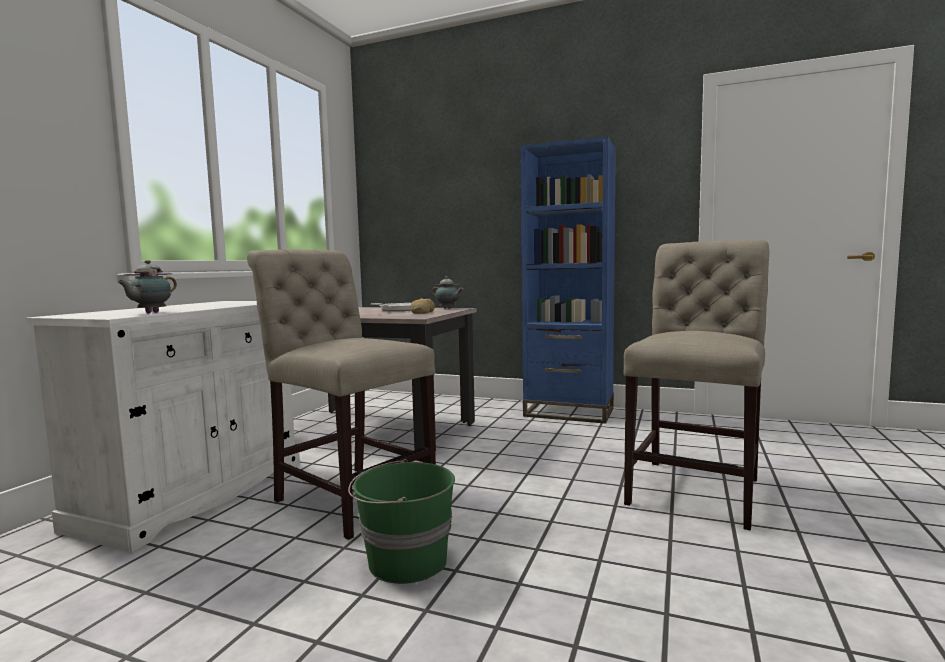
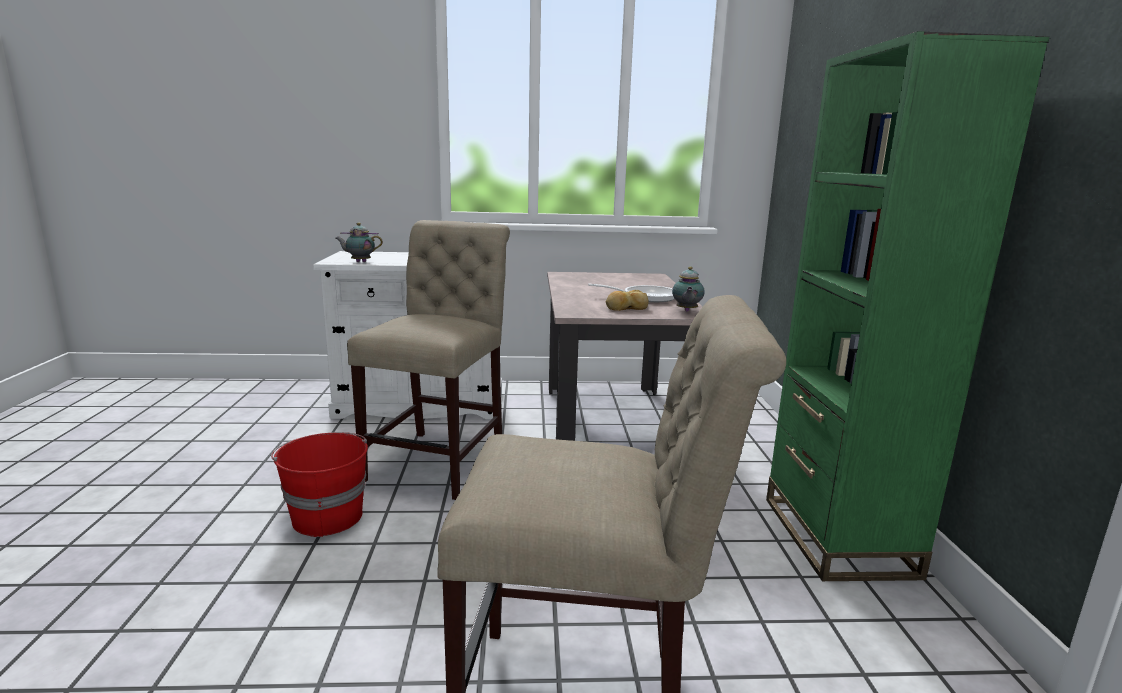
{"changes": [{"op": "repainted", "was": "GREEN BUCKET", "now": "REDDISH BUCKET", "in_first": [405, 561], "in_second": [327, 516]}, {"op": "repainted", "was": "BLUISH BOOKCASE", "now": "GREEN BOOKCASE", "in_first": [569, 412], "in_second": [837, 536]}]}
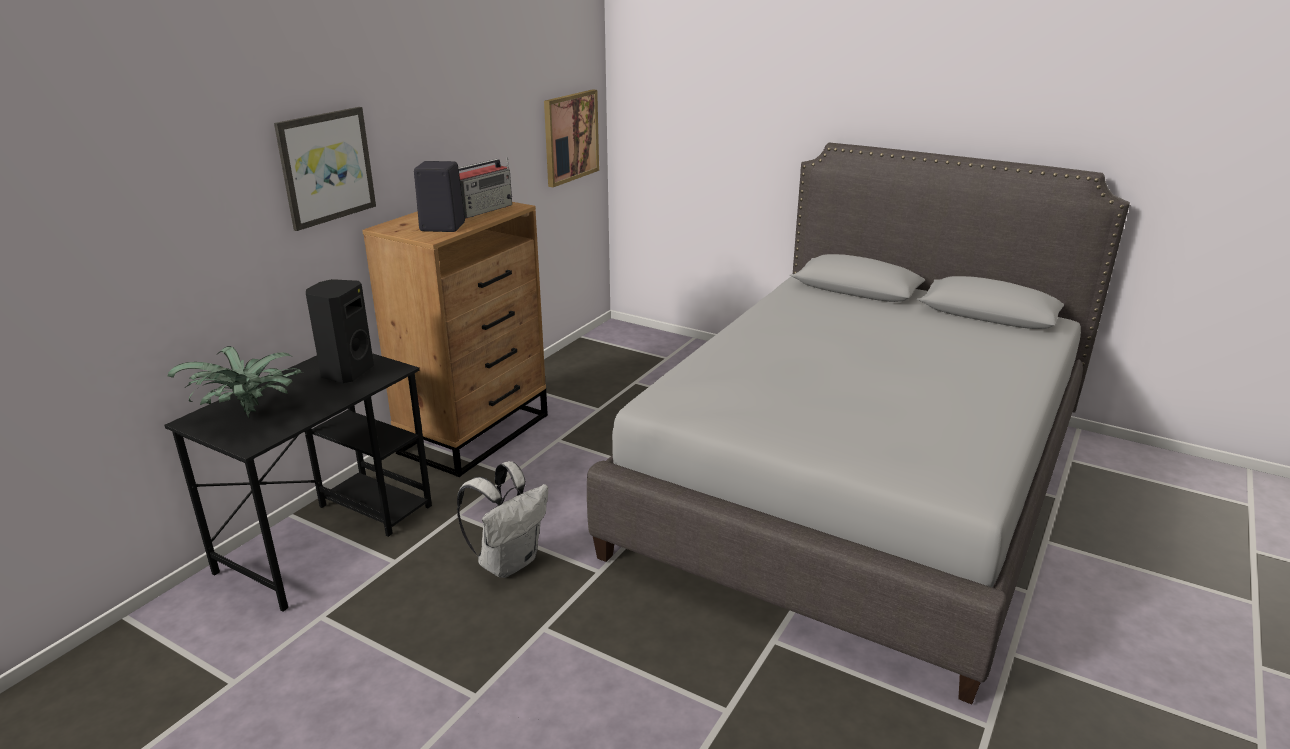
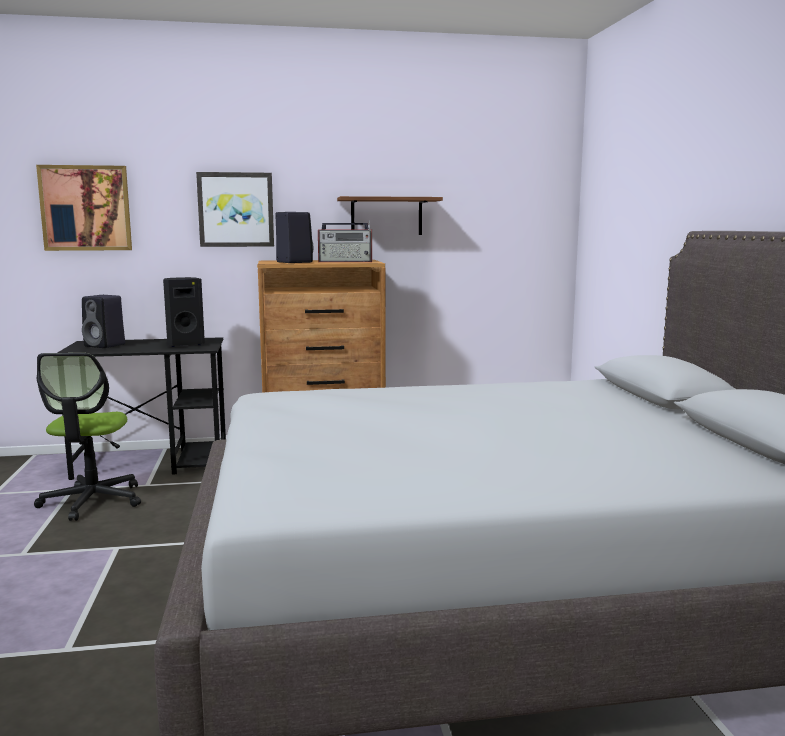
{"changes": [{"op": "gone", "was": "WHITISH KNAPSACK", "in_first": [509, 561]}, {"op": "new", "now": "DESK CHAIR", "in_second": [92, 501]}, {"op": "new", "now": "BRACKET SHELF", "in_second": [386, 216]}, {"op": "shifted", "was": "PICTURE", "in_first": [570, 137], "in_second": [86, 208]}, {"op": "swapped", "was": "PLANT IN A POT", "now": "BLACKISH LOUDSPEAKER", "in_first": [251, 415], "in_second": [106, 345]}]}
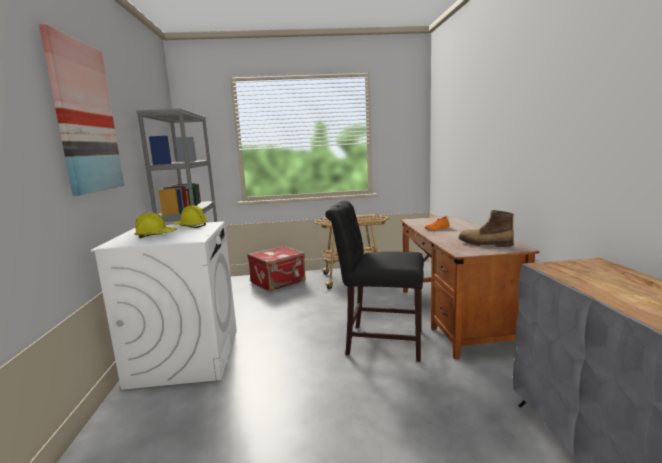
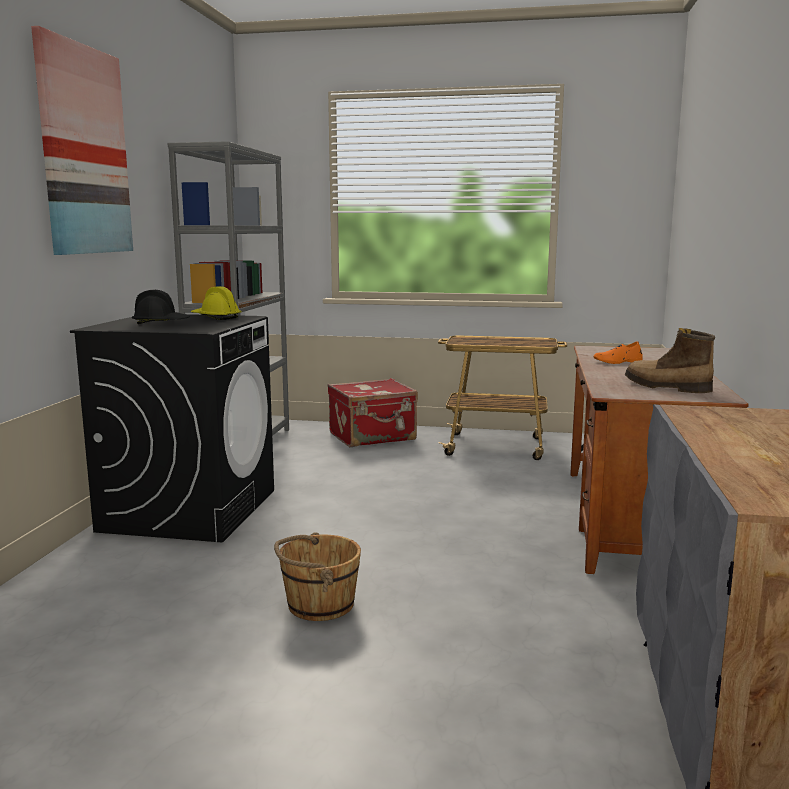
{"changes": [{"op": "gone", "was": "BLACKISH UPRIGHT CHAIR", "in_first": [379, 341]}, {"op": "new", "now": "BROWN-COLOURED BUCKET", "in_second": [319, 604]}, {"op": "repainted", "was": "WHITISH LAUNDRY MACHINE", "now": "BLACKISH LAUNDRY MACHINE", "in_first": [186, 356], "in_second": [190, 509]}, {"op": "repainted", "was": "YELLOWISH SAFETY HELMET", "now": "BLACKISH SAFETY HELMET", "in_first": [156, 235], "in_second": [161, 323]}]}
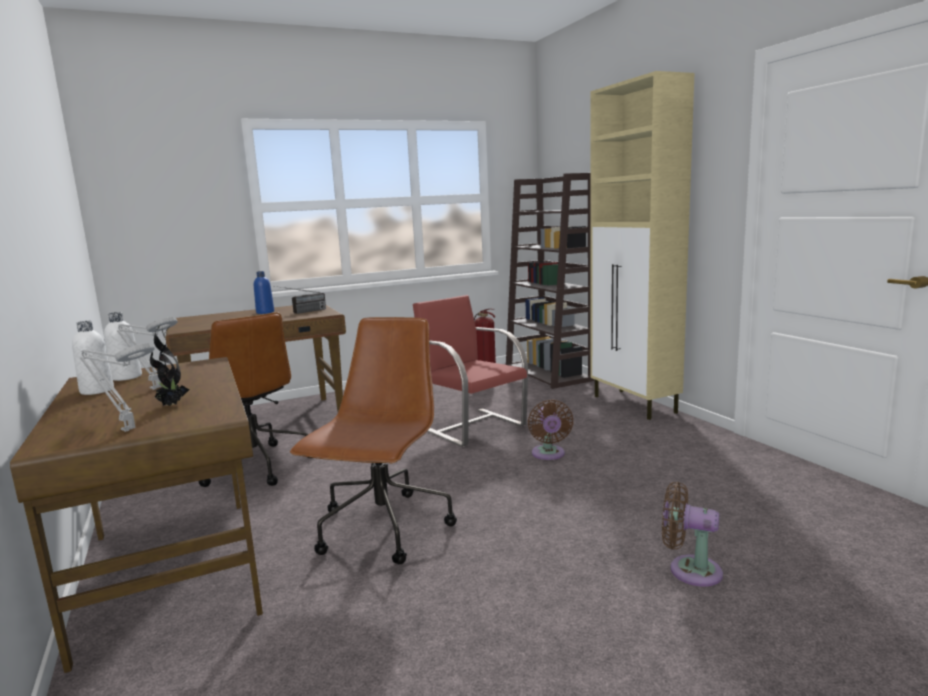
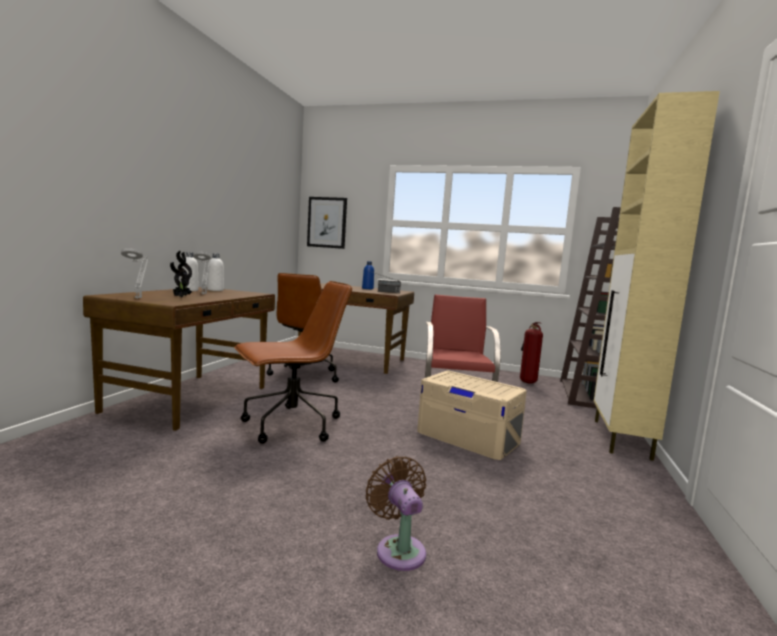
{"changes": [{"op": "new", "now": "PICTURE", "in_second": [327, 222]}, {"op": "swapped", "was": "BROWN-COLOURED COOLING FAN", "now": "BEIGE-COLOURED STORAGE CONTAINER", "in_first": [548, 454], "in_second": [468, 437]}]}
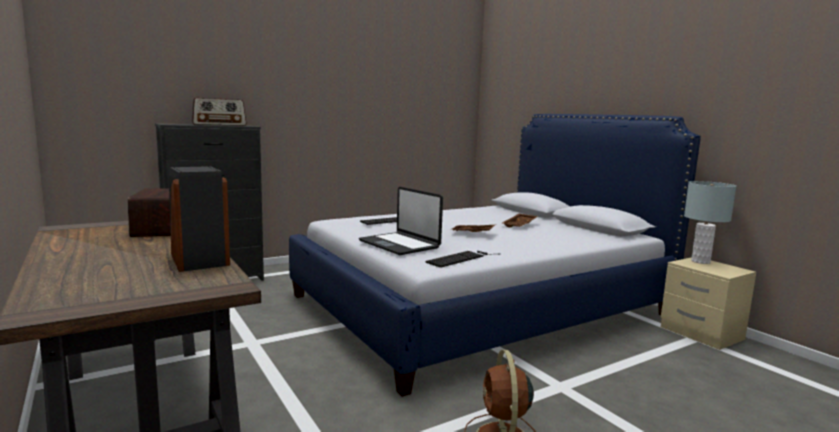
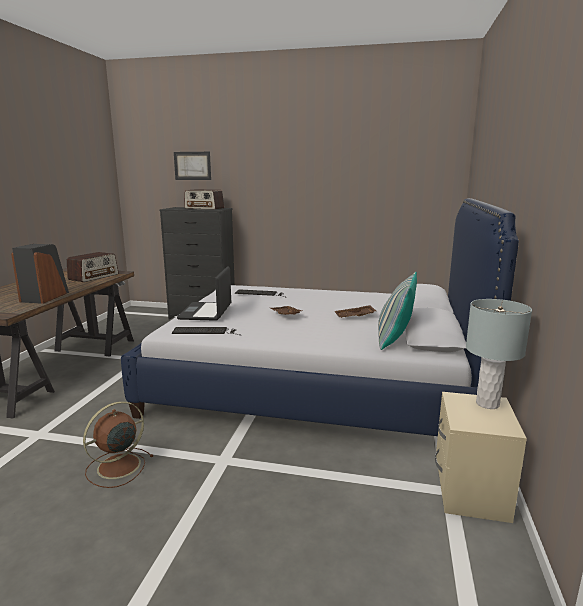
{"changes": [{"op": "new", "now": "PICTURE", "in_second": [192, 166]}, {"op": "new", "now": "THROW PILLOW", "in_second": [394, 340]}]}
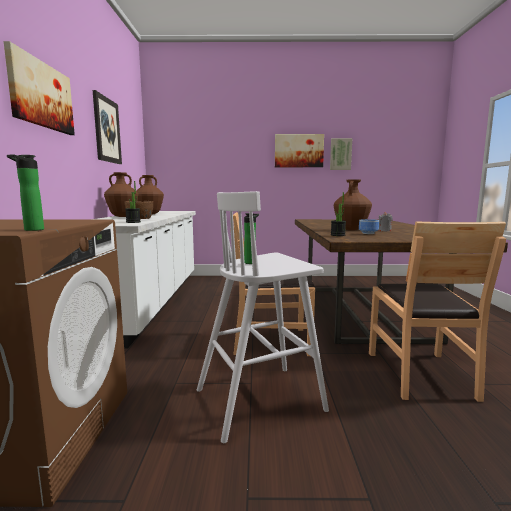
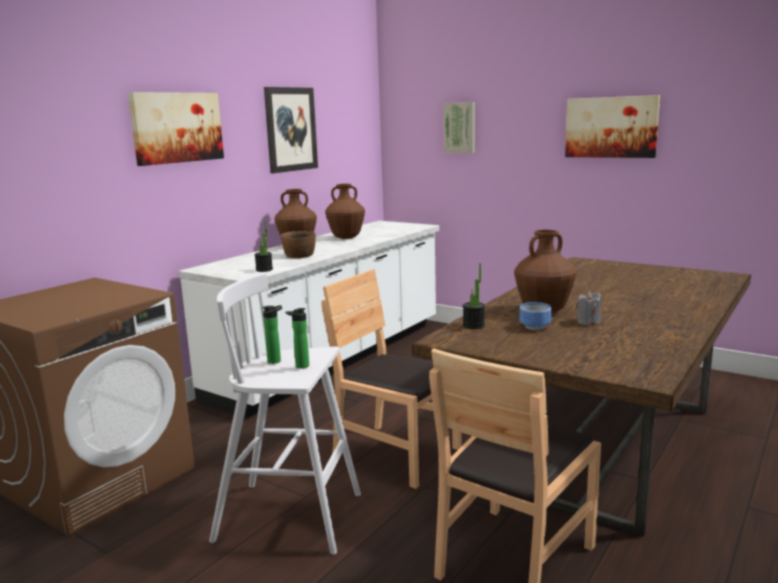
{"changes": [{"op": "shifted", "was": "BEVERAGE BOTTLE", "in_first": [31, 230], "in_second": [300, 366]}, {"op": "shifted", "was": "PICTURE", "in_first": [340, 154], "in_second": [460, 127]}]}
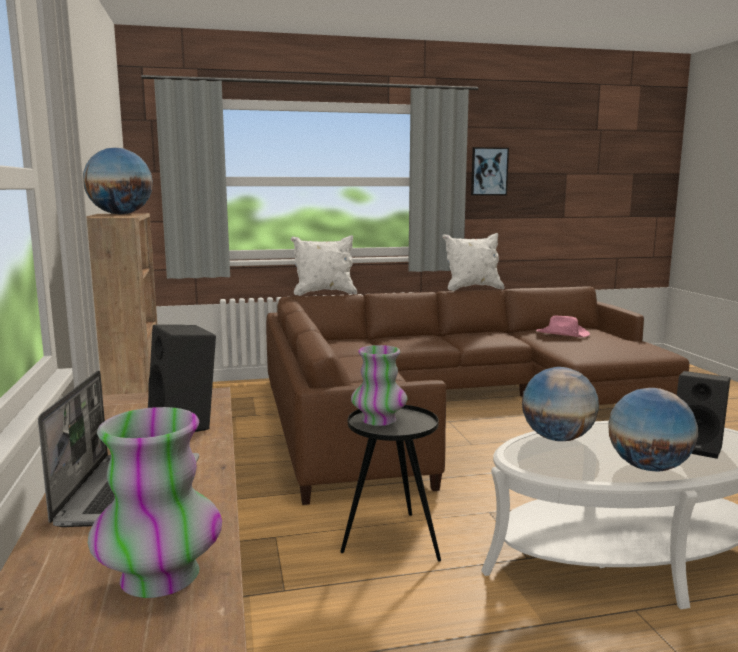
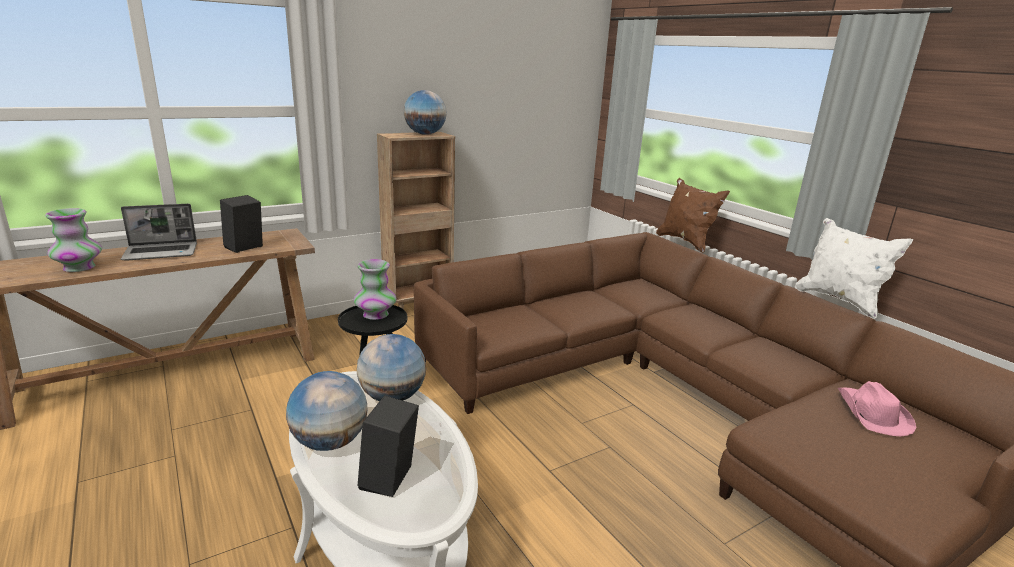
{"changes": [{"op": "gone", "was": "PICTURE", "in_first": [489, 171]}, {"op": "repainted", "was": "WHITISH THROW PILLOW", "now": "BROWN-COLOURED THROW PILLOW", "in_first": [324, 293], "in_second": [685, 242]}]}
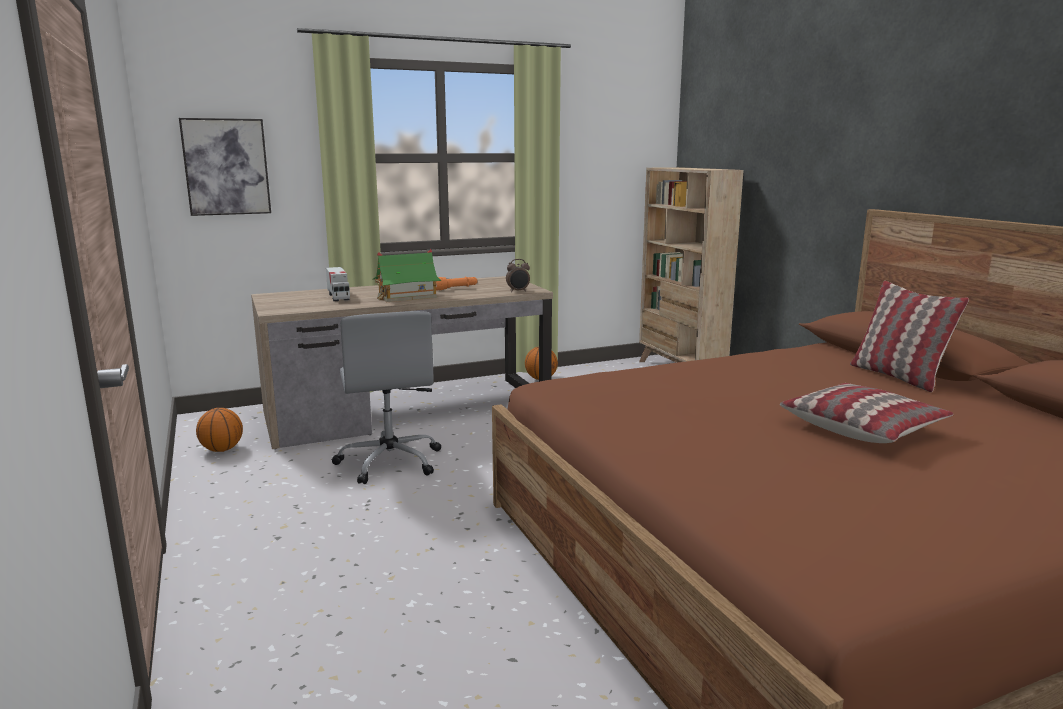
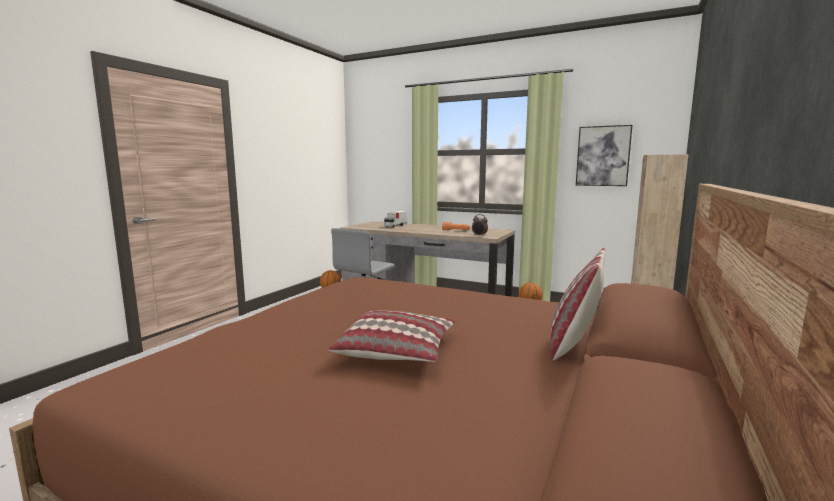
{"changes": [{"op": "gone", "was": "TOY HOUSE", "in_first": [406, 297]}, {"op": "shifted", "was": "PICTURE", "in_first": [226, 167], "in_second": [603, 156]}]}
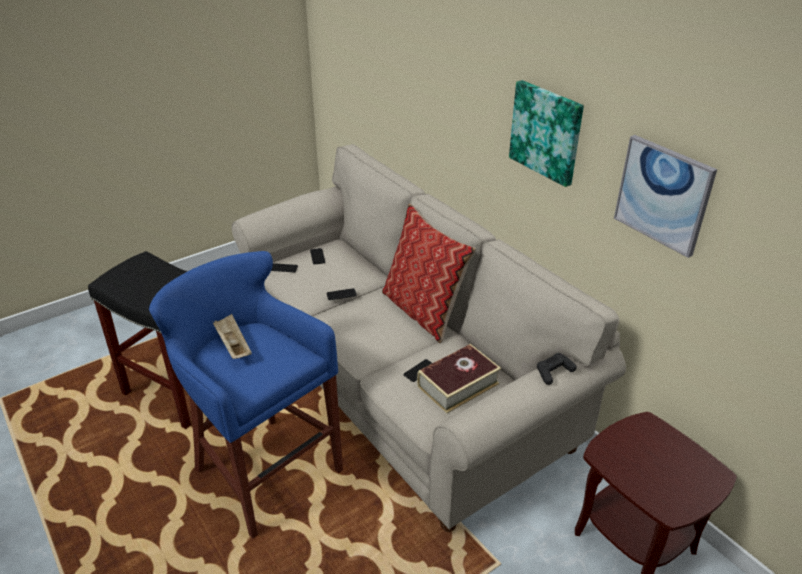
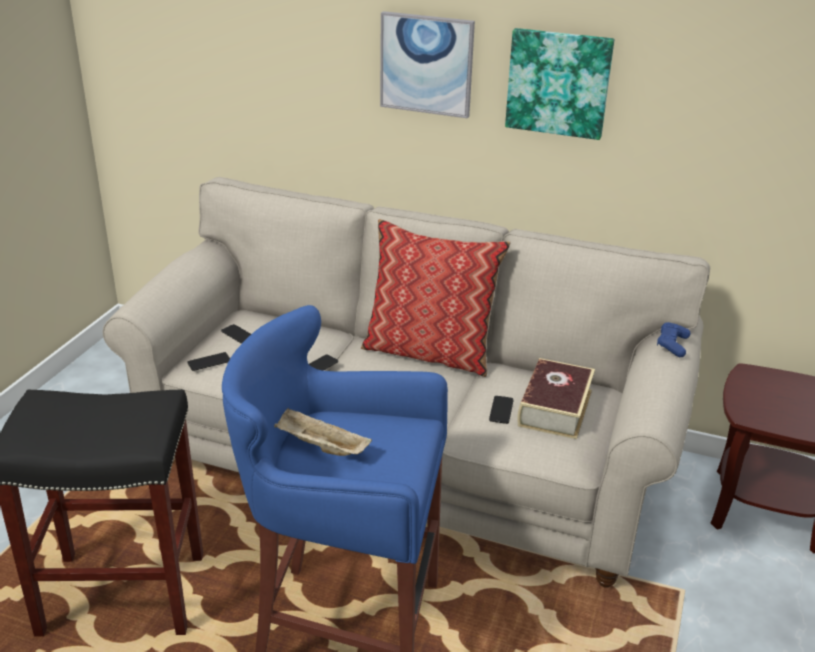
{"changes": [{"op": "shifted", "was": "PICTURE", "in_first": [663, 194], "in_second": [426, 64]}, {"op": "repainted", "was": "BLACKISH JOYPAD", "now": "BLUISH JOYPAD", "in_first": [554, 372], "in_second": [672, 345]}]}
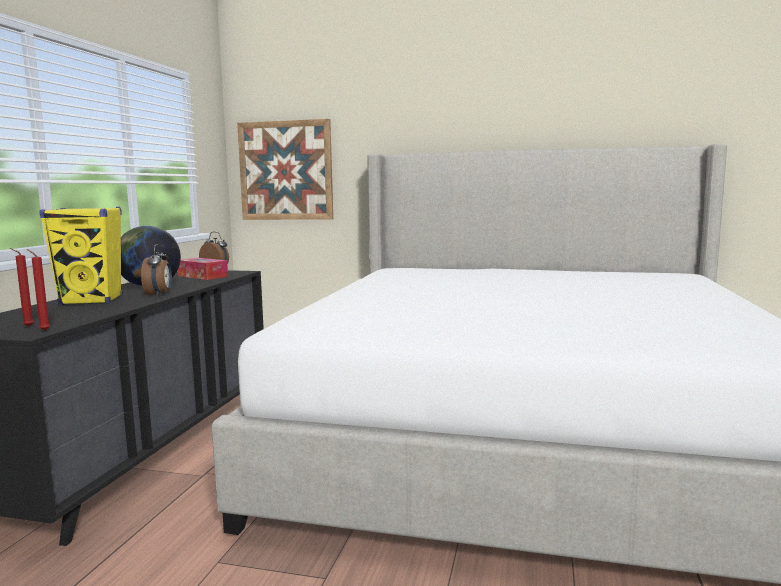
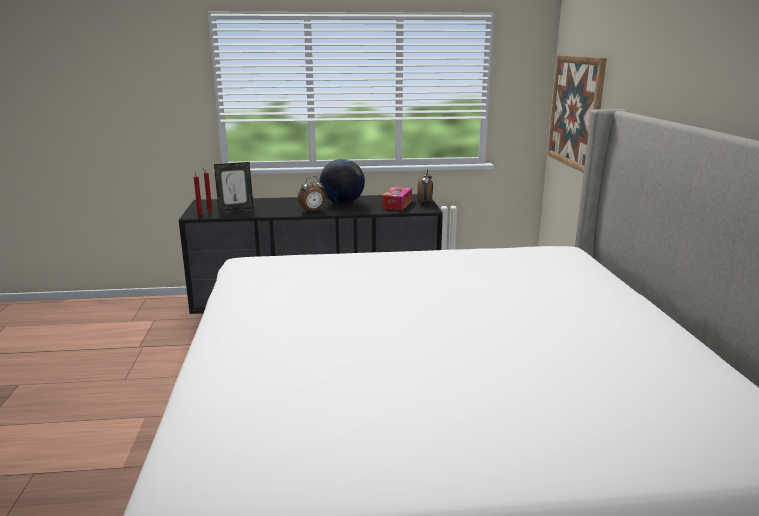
{"changes": [{"op": "gone", "was": "YELLOWISH LOUDSPEAKER", "in_first": [92, 301]}, {"op": "new", "now": "PICTURE FRAME", "in_second": [235, 209]}]}
